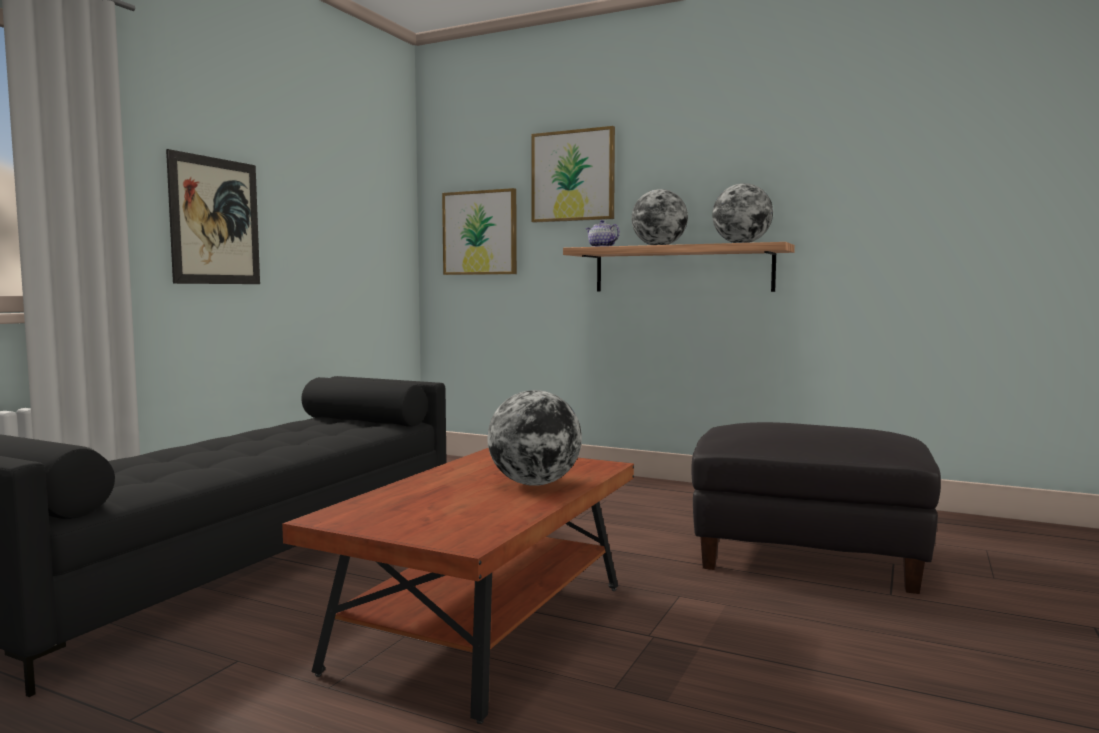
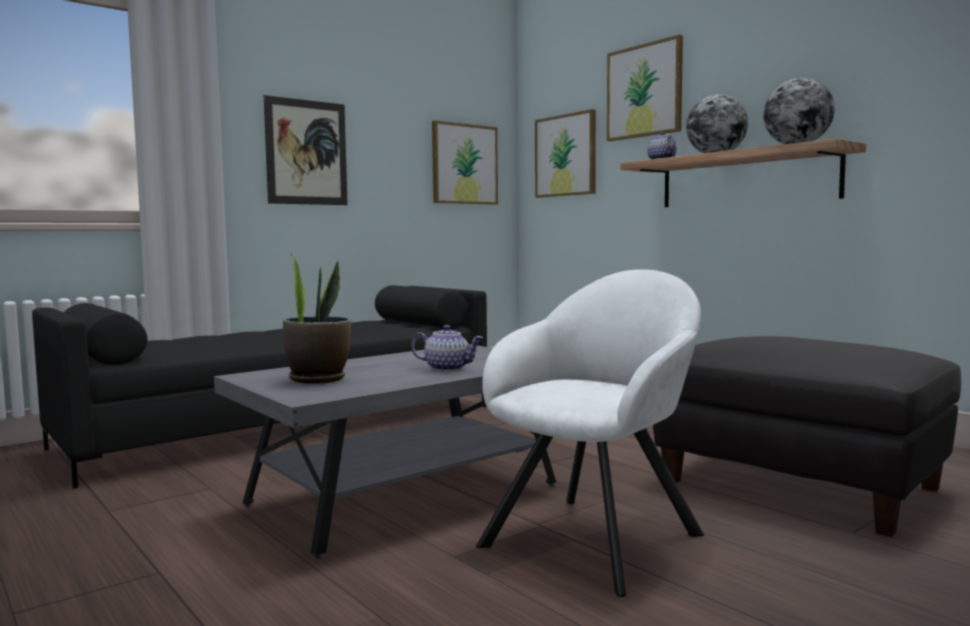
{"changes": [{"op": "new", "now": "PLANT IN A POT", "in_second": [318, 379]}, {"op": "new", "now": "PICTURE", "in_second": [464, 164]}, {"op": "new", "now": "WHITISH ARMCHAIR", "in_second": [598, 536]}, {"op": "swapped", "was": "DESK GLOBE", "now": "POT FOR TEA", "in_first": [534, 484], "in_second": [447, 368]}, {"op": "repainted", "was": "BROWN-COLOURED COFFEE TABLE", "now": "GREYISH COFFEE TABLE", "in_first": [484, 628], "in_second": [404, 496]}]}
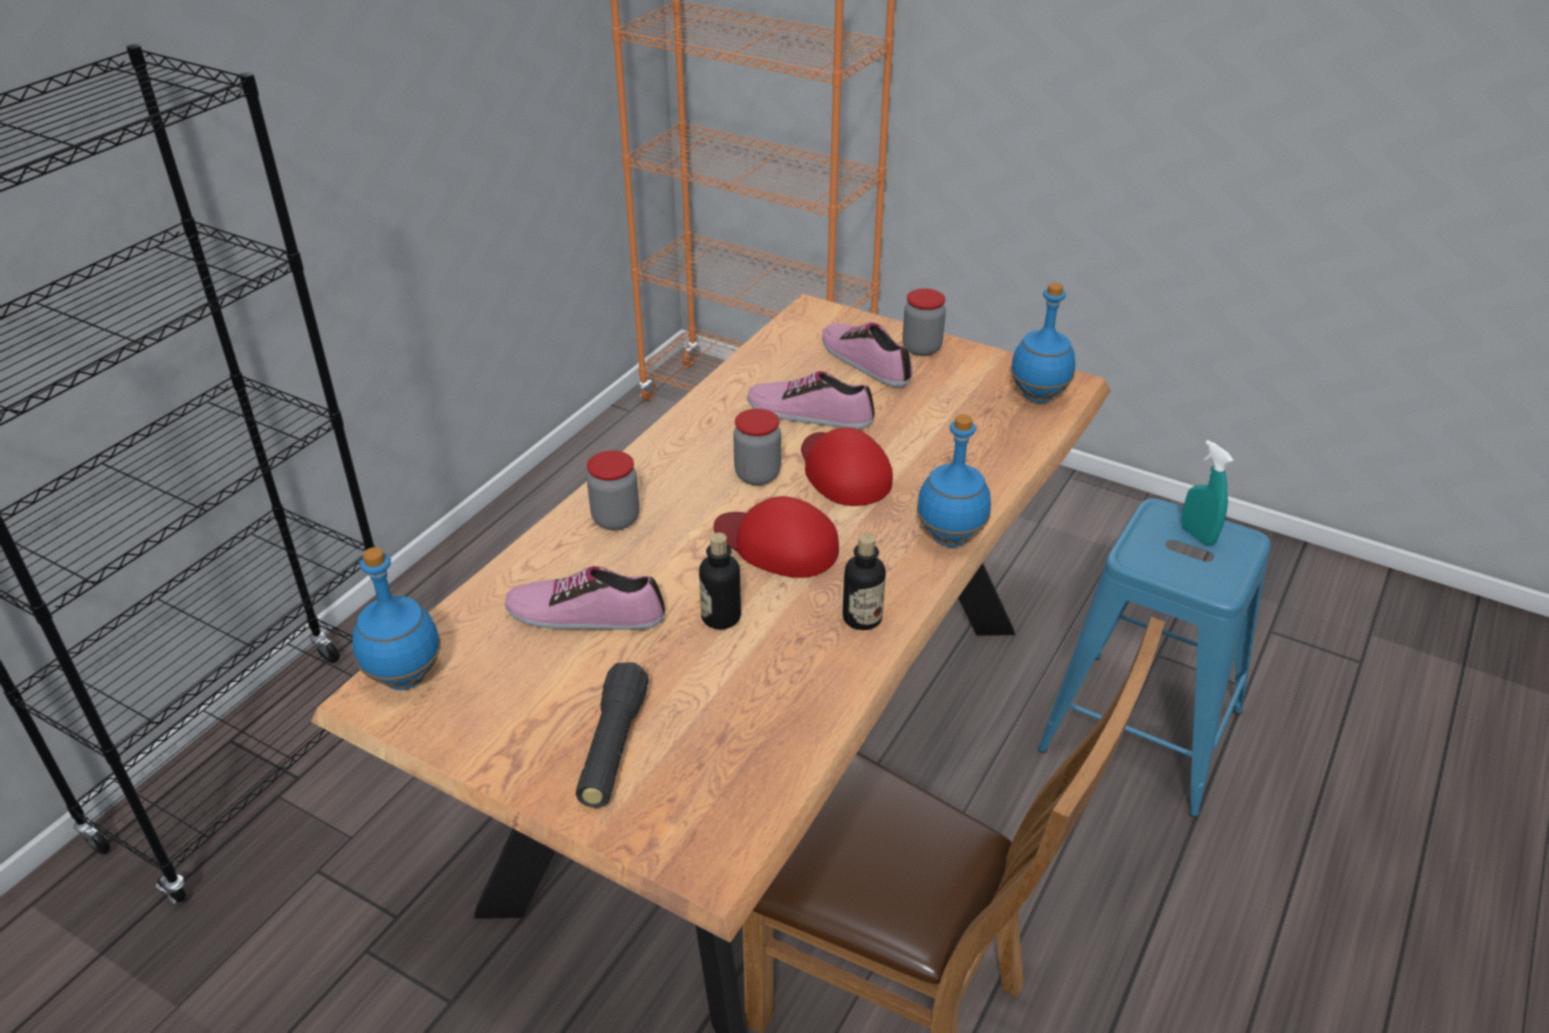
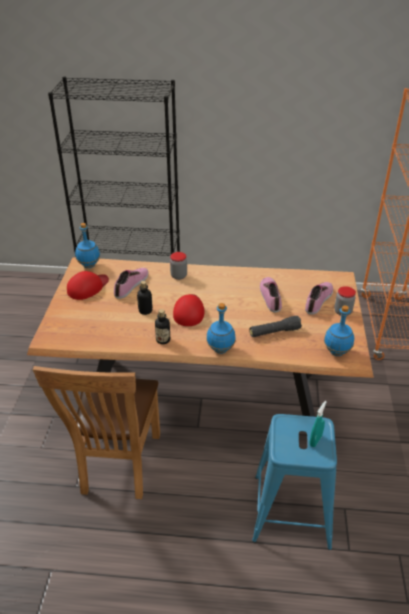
{"changes": [{"op": "gone", "was": "JAR", "in_first": [757, 475]}, {"op": "shifted", "was": "BLACKISH HAND TORCH", "in_first": [613, 748], "in_second": [274, 332]}, {"op": "shifted", "was": "REDDISH BASEBALL CAP", "in_first": [843, 471], "in_second": [88, 287]}, {"op": "rotated", "was": "SHOE", "in_first": [585, 613], "in_second": [132, 285], "clockwise": 45}]}
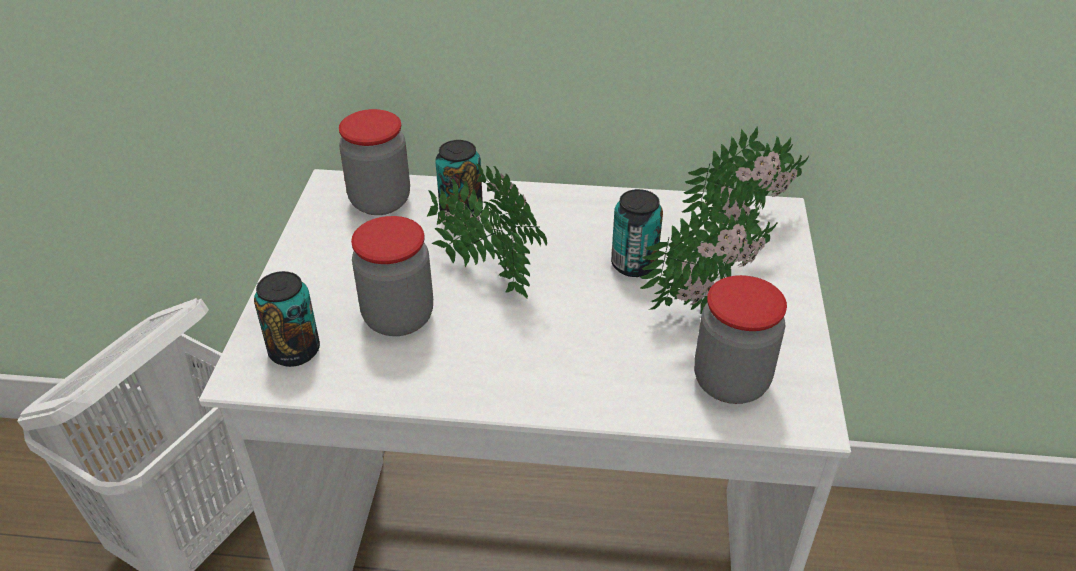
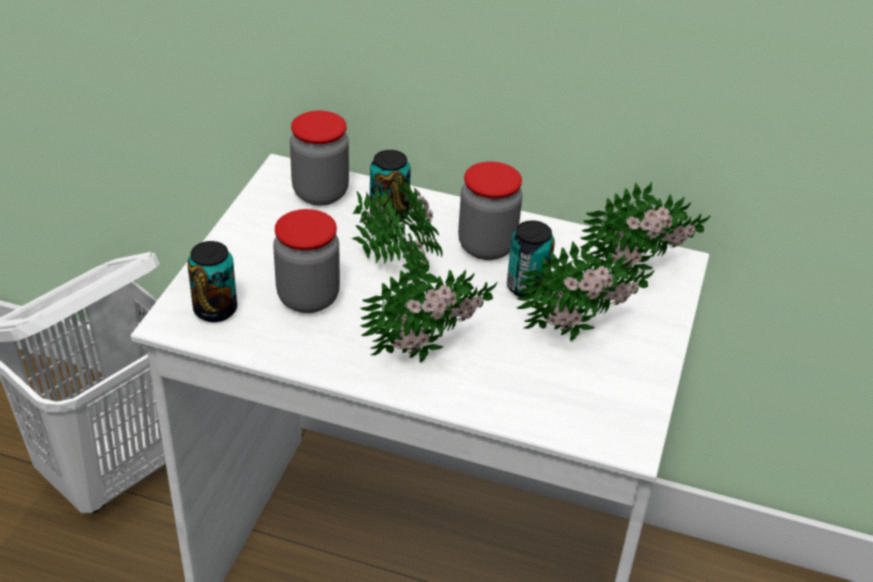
{"changes": [{"op": "new", "now": "PLANT IN A POT", "in_second": [431, 352]}, {"op": "shifted", "was": "JAR", "in_first": [730, 382], "in_second": [486, 246]}]}
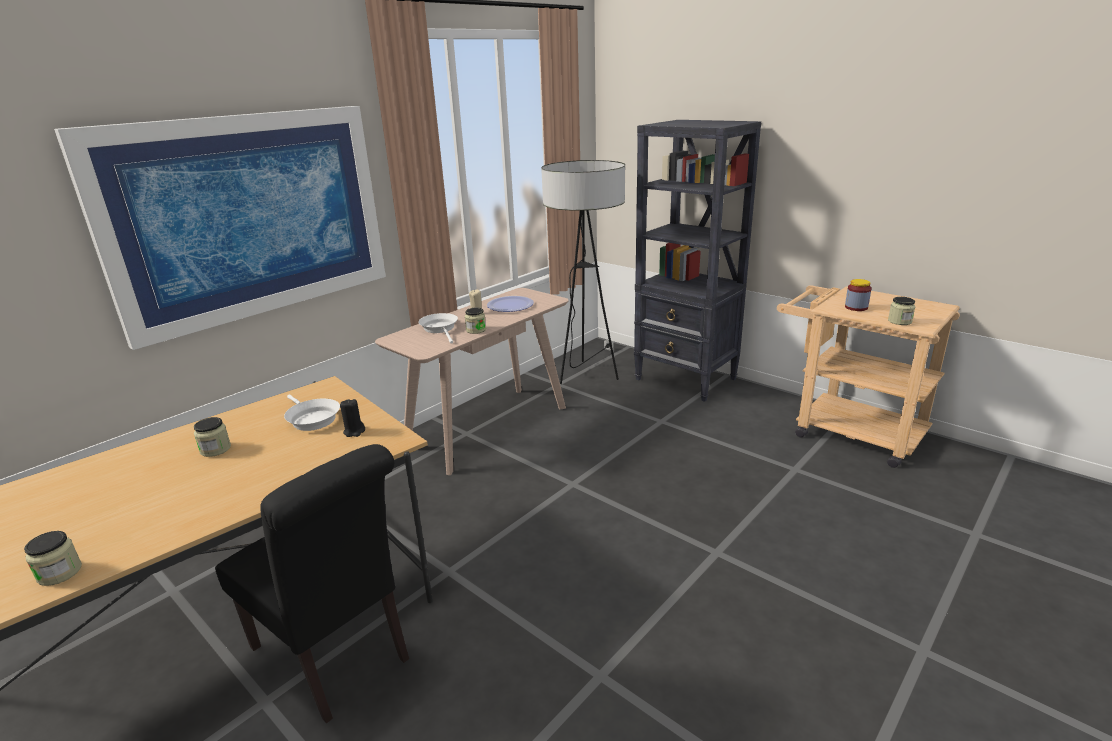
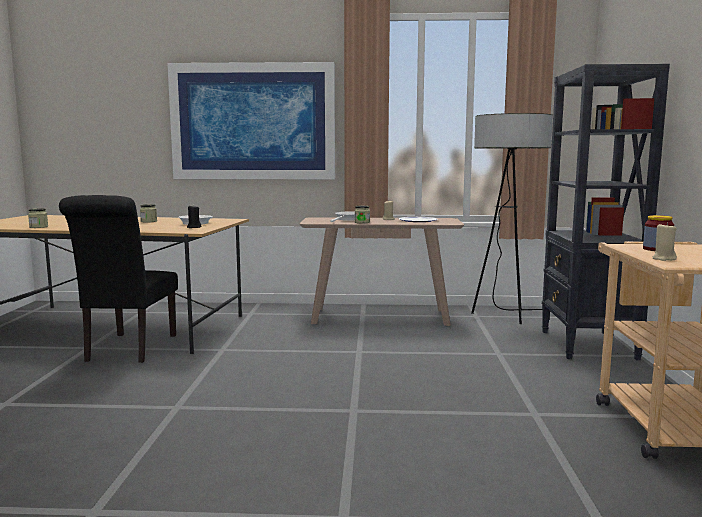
{"changes": [{"op": "swapped", "was": "JAR", "now": "BEIGE-COLOURED WAX LIGHT", "in_first": [899, 321], "in_second": [663, 259]}]}
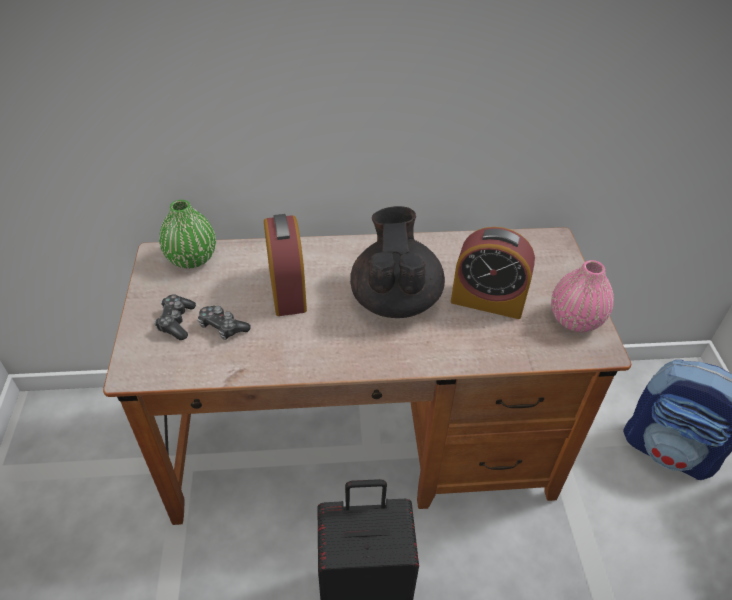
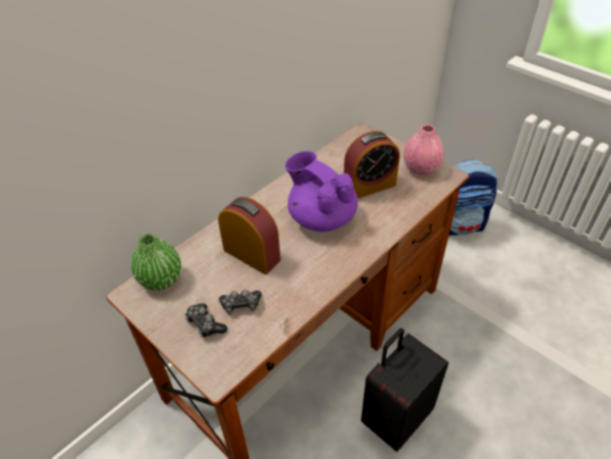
{"changes": [{"op": "repainted", "was": "BLACKISH POT FOR TEA", "now": "PURPLE POT FOR TEA", "in_first": [395, 299], "in_second": [321, 217]}]}
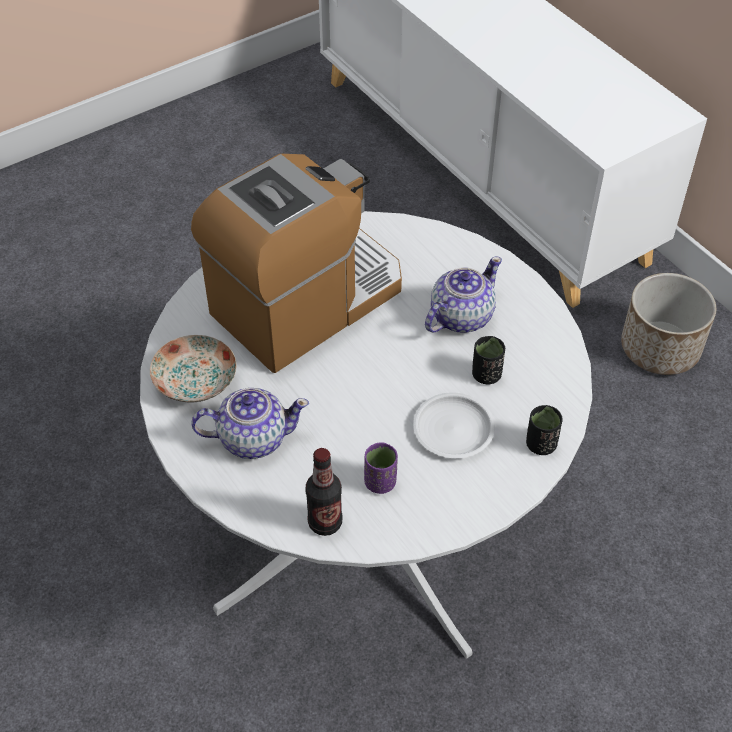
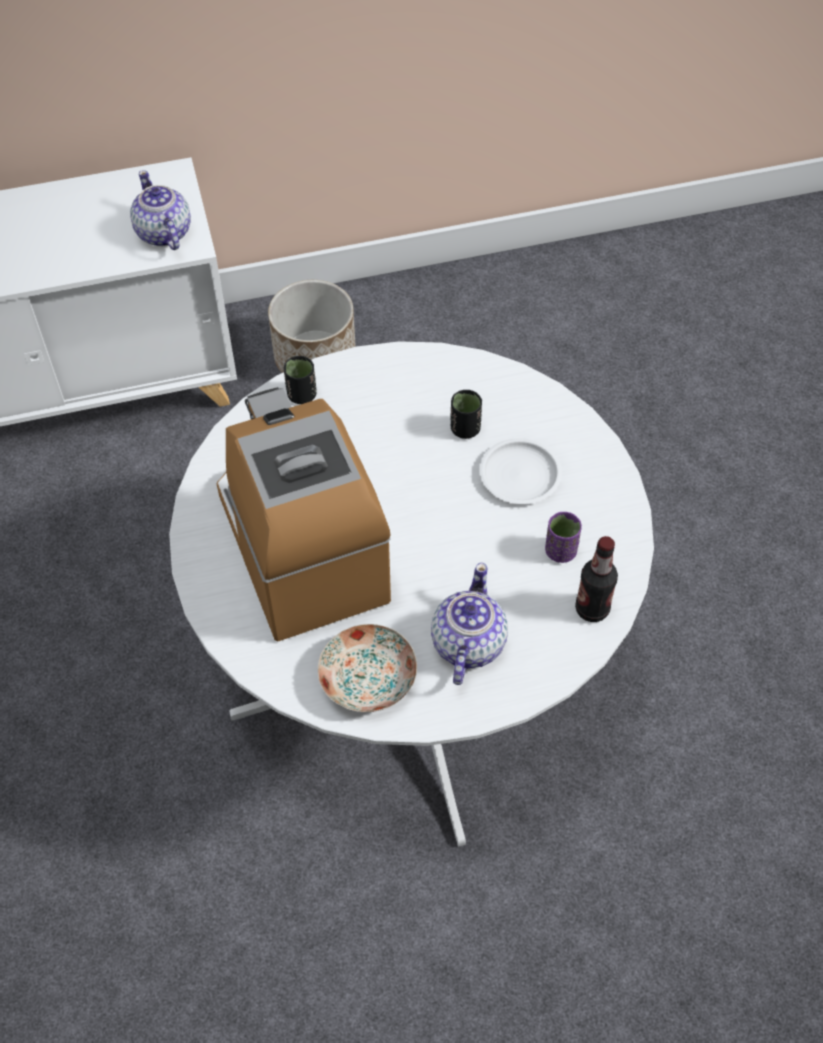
{"changes": [{"op": "shifted", "was": "POT FOR TEA", "in_first": [460, 317], "in_second": [163, 233]}, {"op": "shifted", "was": "BLACKISH CUP", "in_first": [541, 444], "in_second": [301, 395]}]}
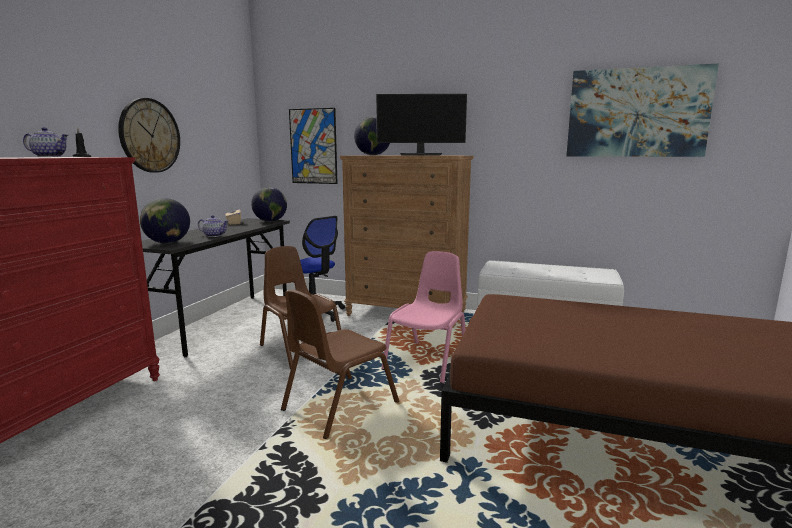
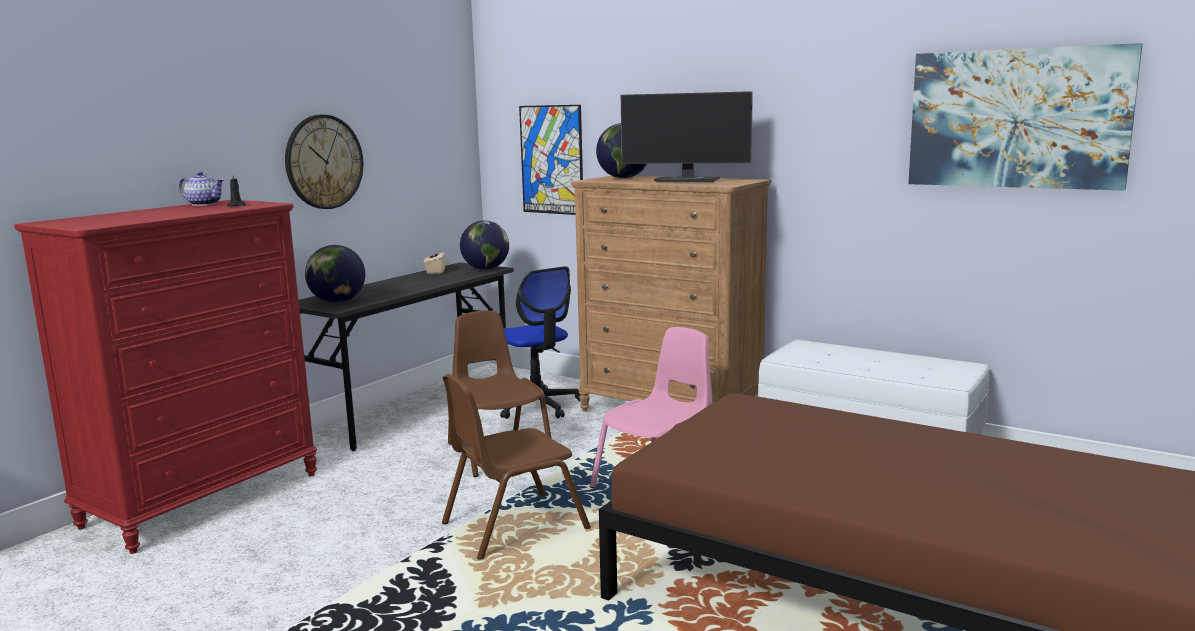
{"changes": [{"op": "gone", "was": "POT FOR TEA", "in_first": [214, 235]}]}
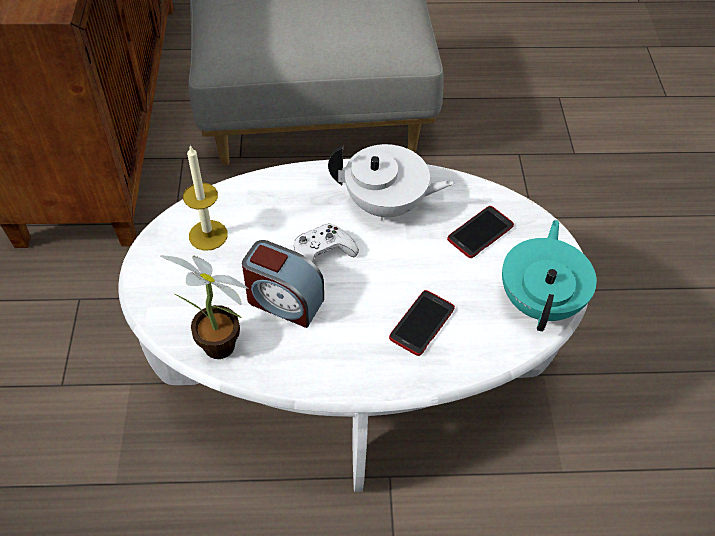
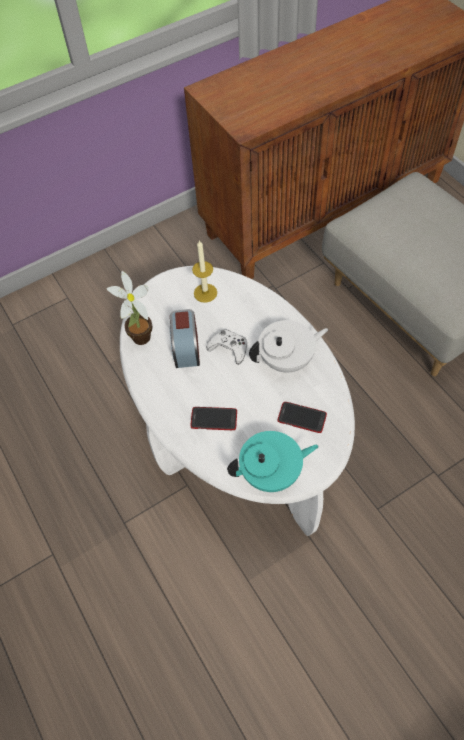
{"changes": [{"op": "rotated", "was": "WHITISH POT FOR TEA", "in_first": [386, 205], "in_second": [287, 360], "clockwise": -90}]}
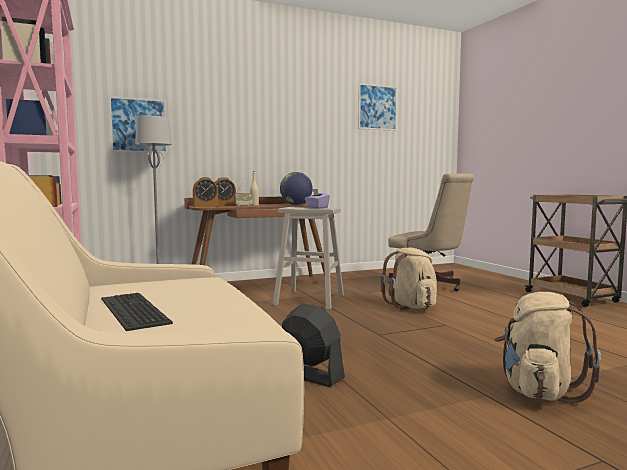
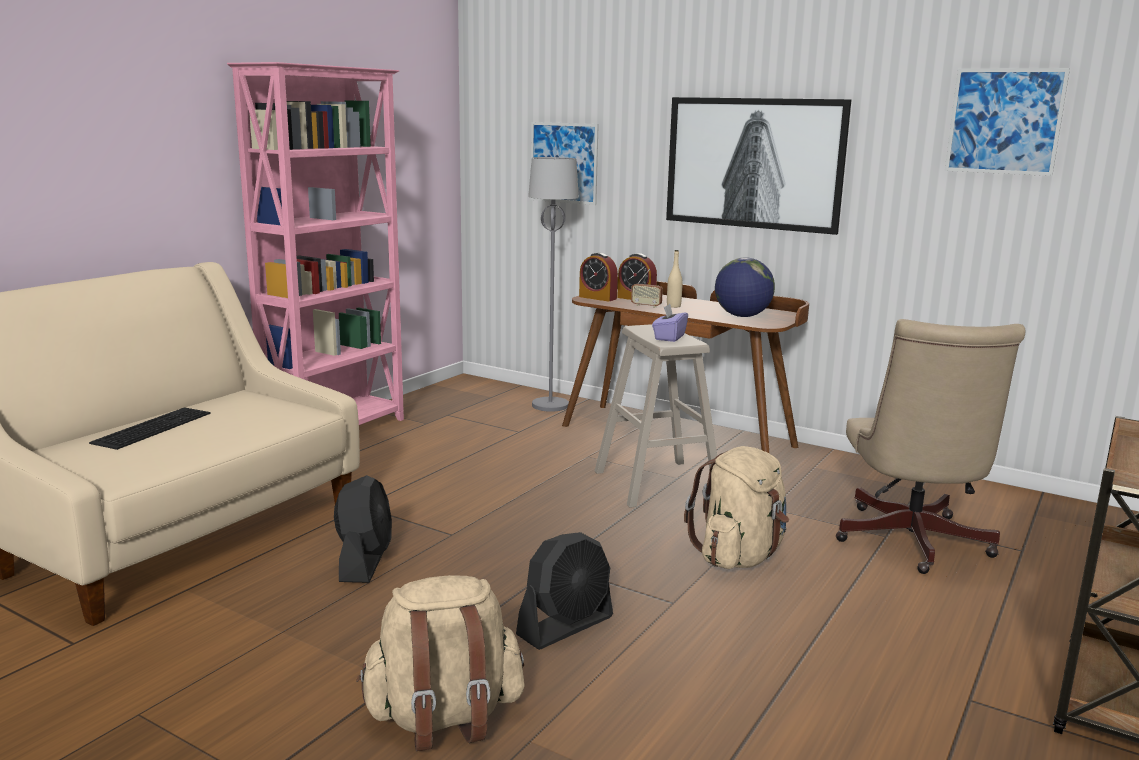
{"changes": [{"op": "new", "now": "BLACKISH COOLING FAN", "in_second": [566, 626]}, {"op": "new", "now": "PICTURE", "in_second": [753, 163]}]}
